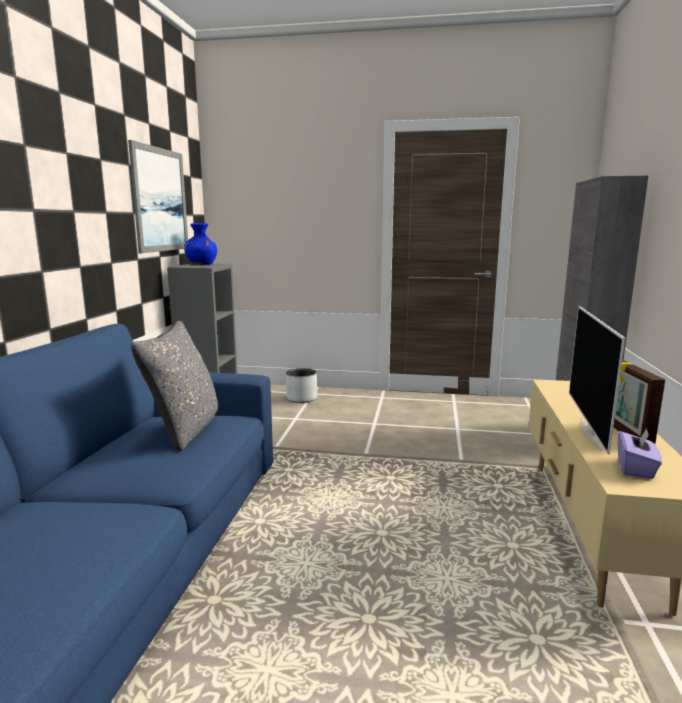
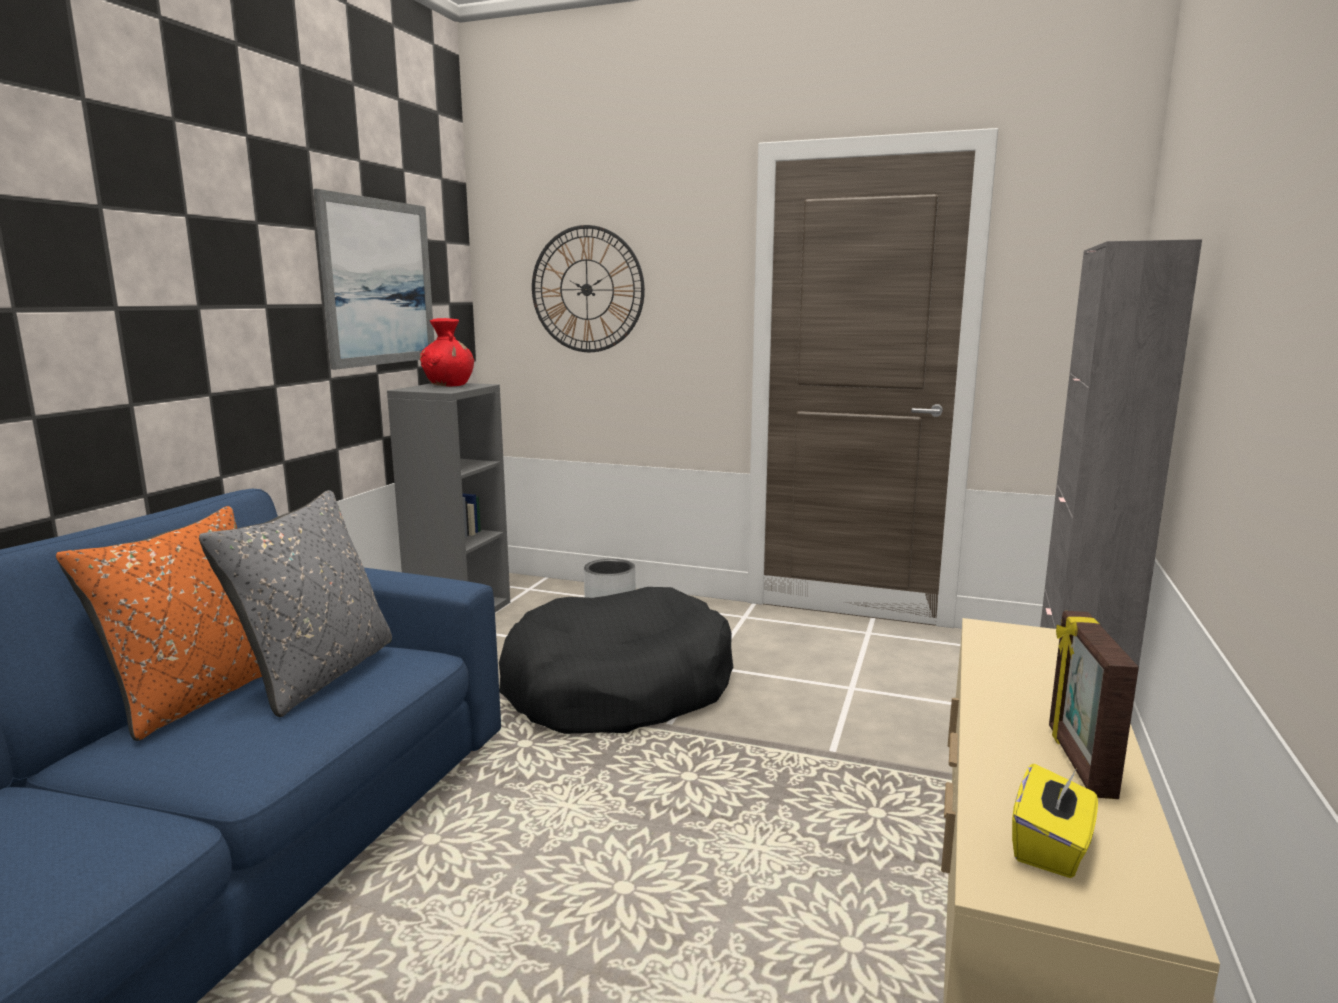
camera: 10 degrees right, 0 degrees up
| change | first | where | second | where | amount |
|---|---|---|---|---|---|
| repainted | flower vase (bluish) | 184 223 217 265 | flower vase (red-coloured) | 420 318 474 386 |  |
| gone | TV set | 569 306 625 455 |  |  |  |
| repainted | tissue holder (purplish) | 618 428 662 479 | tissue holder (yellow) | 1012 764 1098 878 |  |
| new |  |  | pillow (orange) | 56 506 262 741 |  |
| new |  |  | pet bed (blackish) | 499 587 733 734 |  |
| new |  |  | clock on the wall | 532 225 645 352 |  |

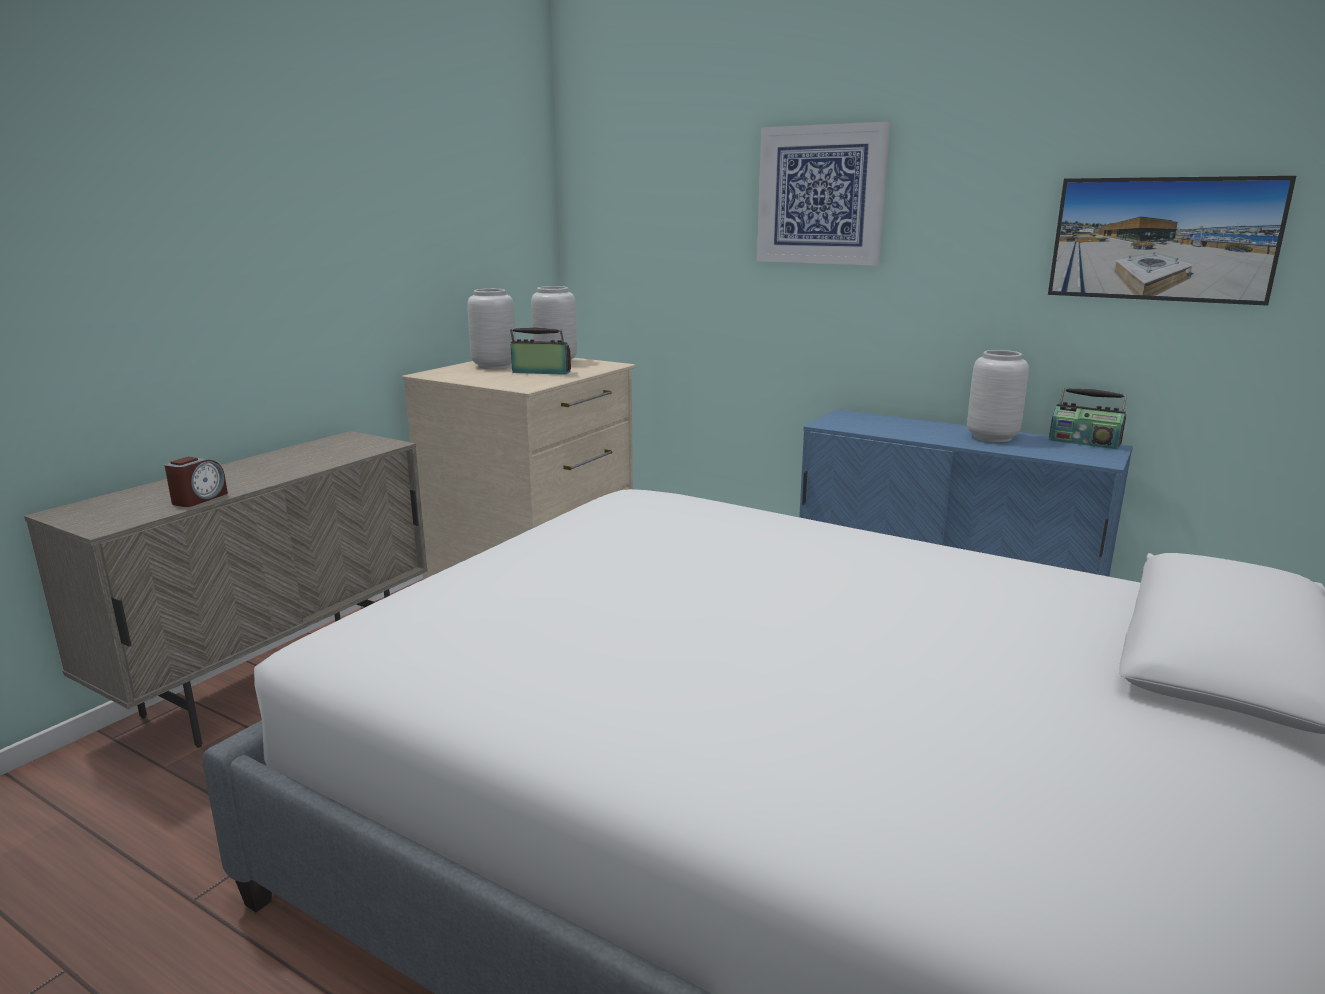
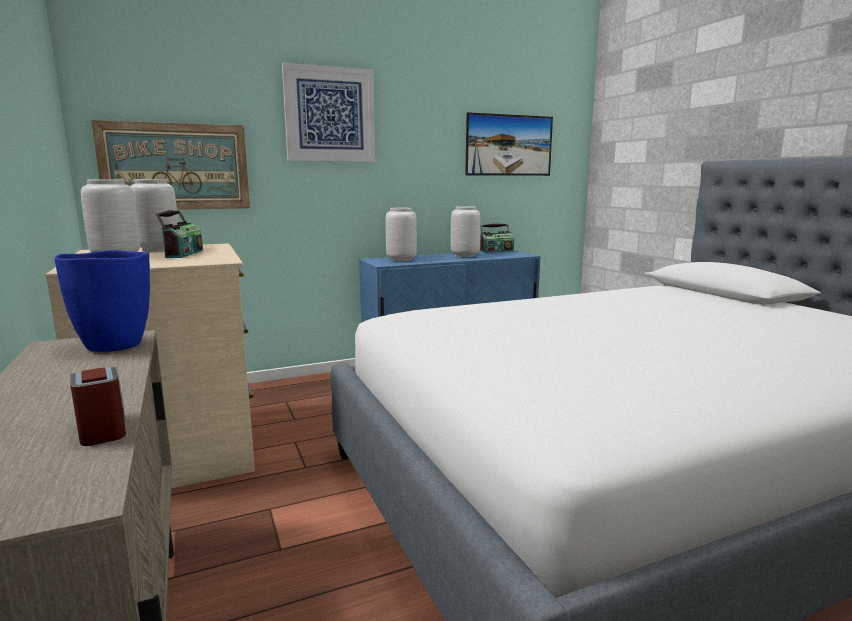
camera: 55 degrees left, 5 degrees down
| change | first | where | second | where | amount |
|---|---|---|---|---|---|
| rotated | radio receiver | 510 327 571 375 |  | 156 210 203 258 | 135 degrees clockwise |
| new |  |  | flower vase (bluish) | 54 250 150 352 |  |
| new |  |  | picture | 91 120 250 210 |  |
| new |  |  | flower vase (gray) | 385 208 417 261 |  |

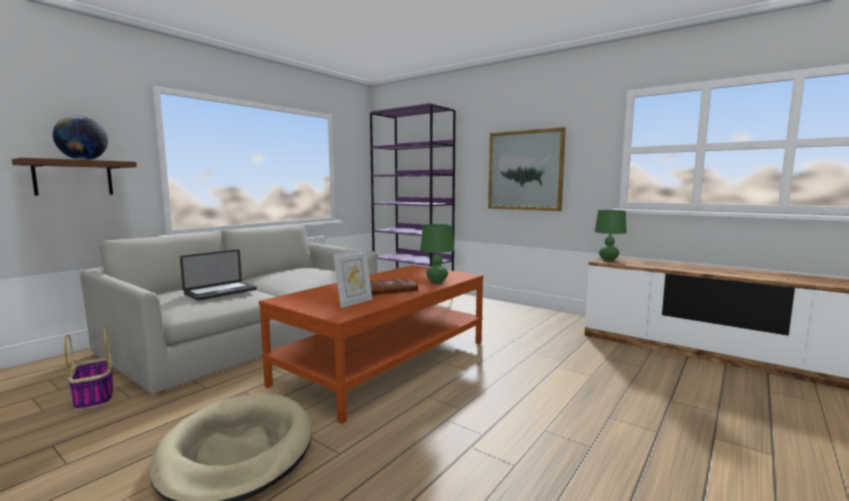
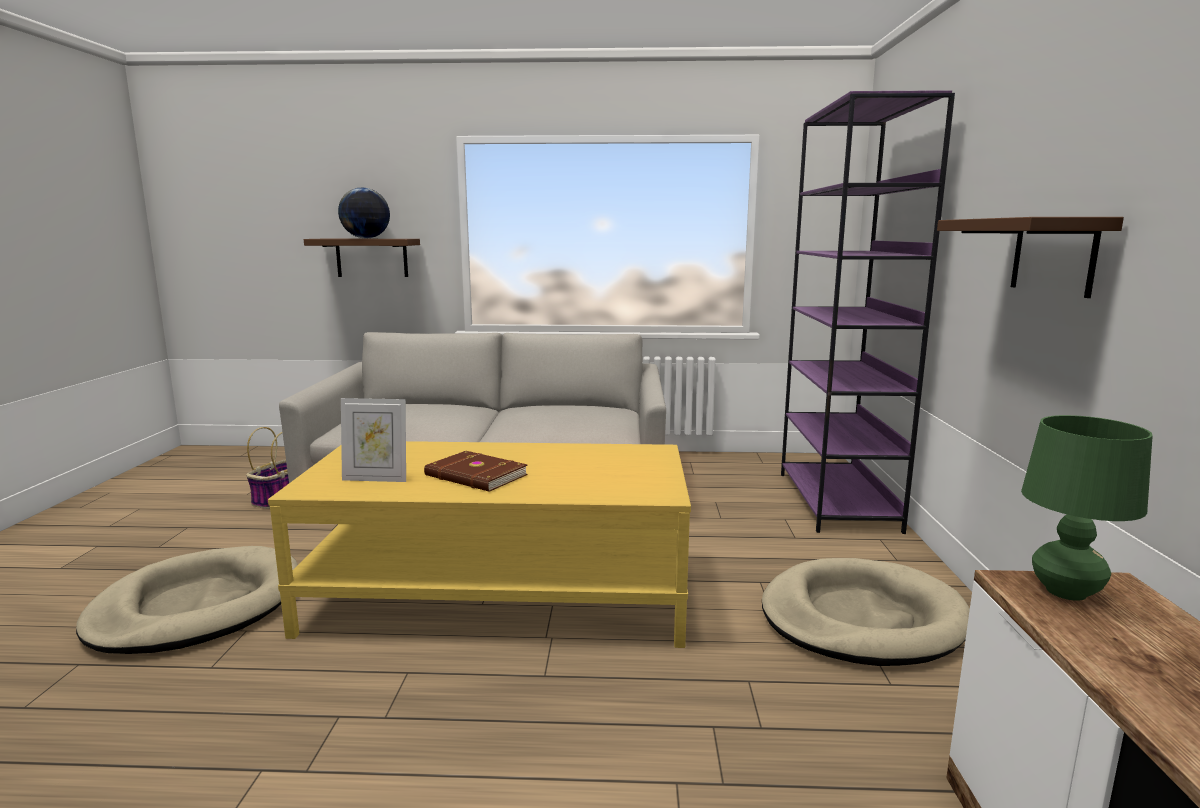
camera: 55 degrees right, 5 degrees up
| change | first | where | second | where | amount |
|---|---|---|---|---|---|
| gone | notebook computer | 180 249 257 301 |  |  |  |
| repainted | low table (brownish) | 259 265 483 424 | low table (yellow) | 268 441 691 648 |  |
| gone | tabletop lamp (greenish) | 421 224 454 283 |  |  |  |
| swapped | picture | 488 127 566 211 | wall shelf (brownish) | 937 217 1124 298 |  |
| new |  |  | pet bed (sand-coloured) | 762 558 970 666 |  |

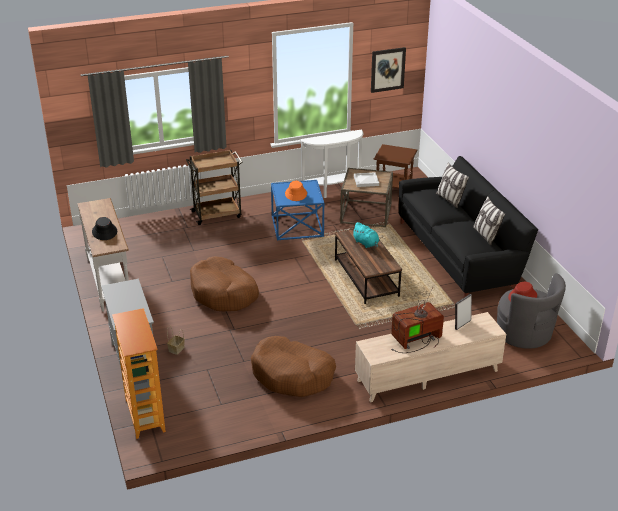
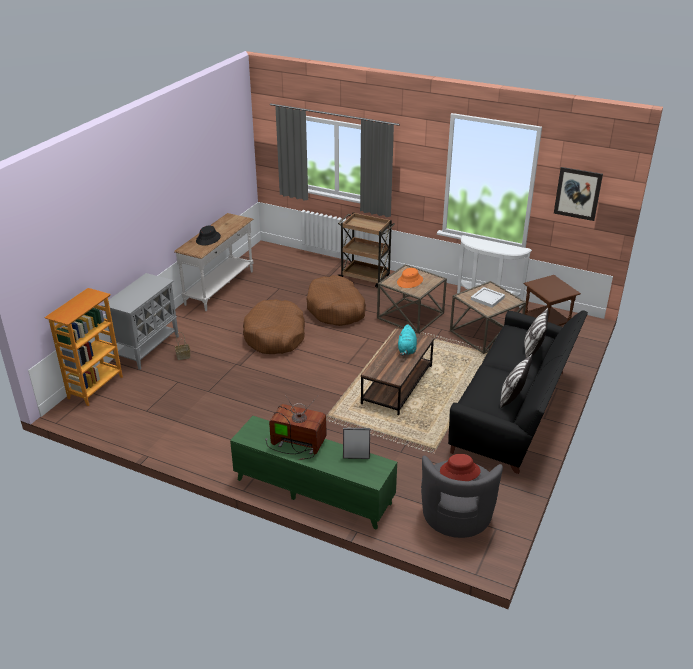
camera: 45 degrees right, 0 degrees up
| change | first | where | second | where | amount |
|---|---|---|---|---|---|
| shifted | pet bed (brownish) | 251 336 336 397 |  | 307 275 366 326 |  |
| repainted | end table (bluish) | 271 180 324 240 | end table (brownish) | 377 264 447 334 |  |
| repainted | tv stand (sand-coloured) | 355 312 506 403 | tv stand (greenish) | 230 416 397 530 |  |

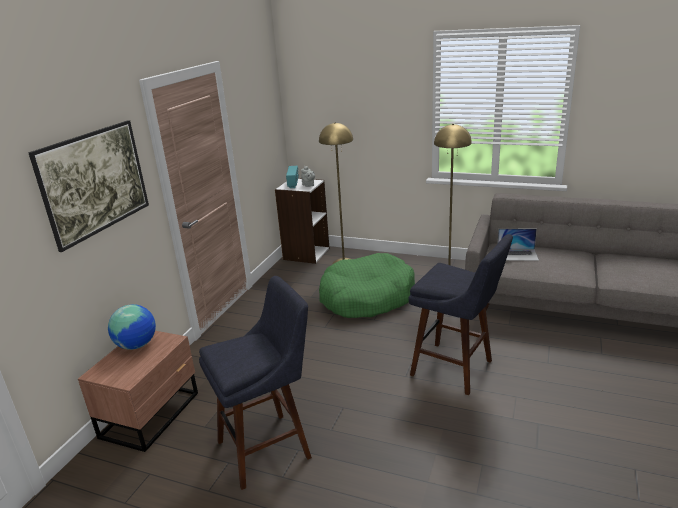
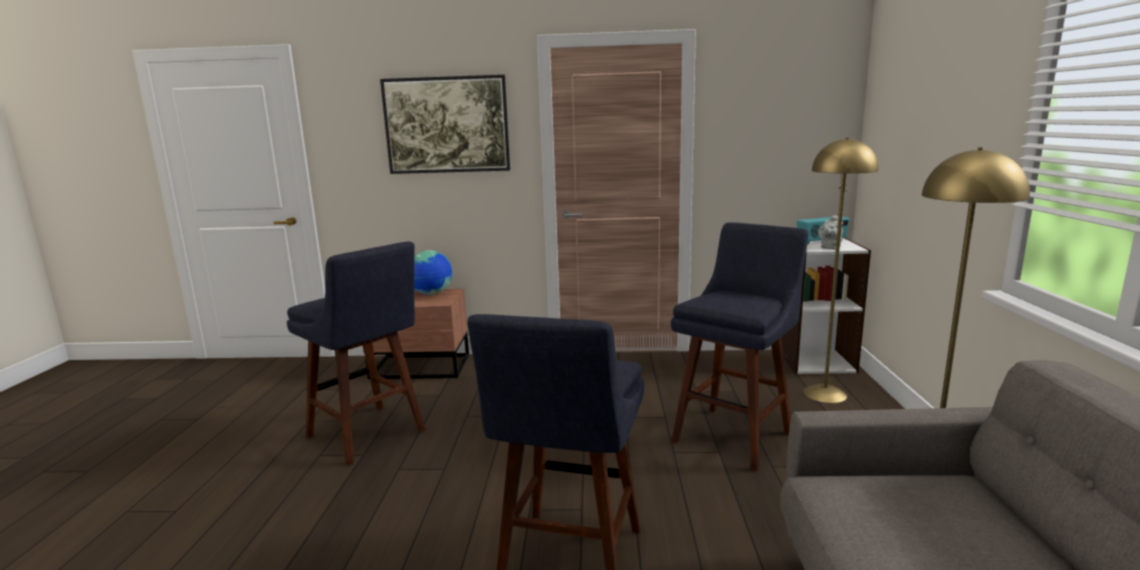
camera: 70 degrees right, 10 degrees down
| change | first | where | second | where | amount |
|---|---|---|---|---|---|
| swapped | pet bed (greenish) | 319 253 415 318 | sitting stool (bluish) | 671 222 808 471 |  |
| gone | notebook computer | 498 229 539 261 |  |  |  |

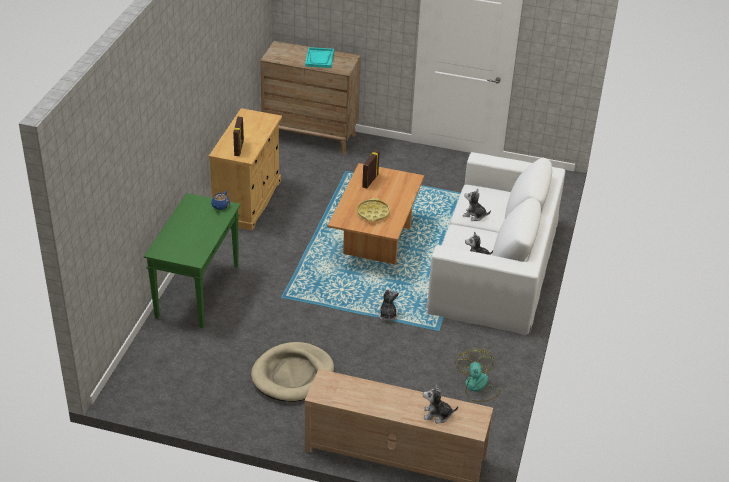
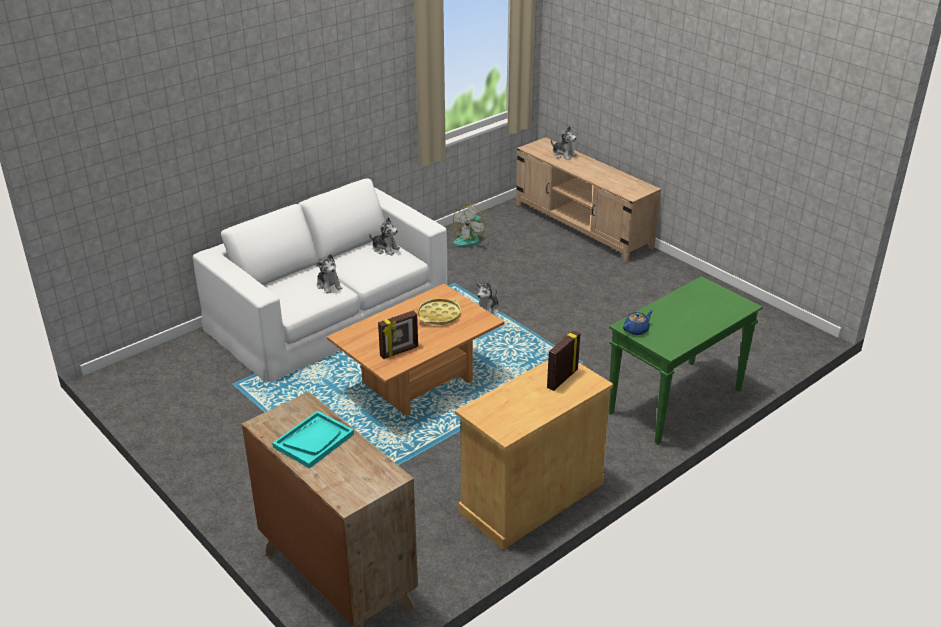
camera: 145 degrees left, 5 degrees down
| change | first | where | second | where | amount |
|---|---|---|---|---|---|
| gone | pet bed (sand-coloured) | 251 342 334 402 |  |  |  |

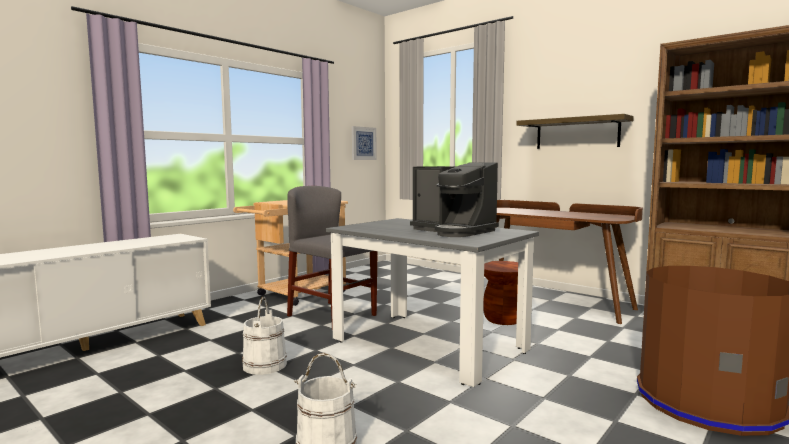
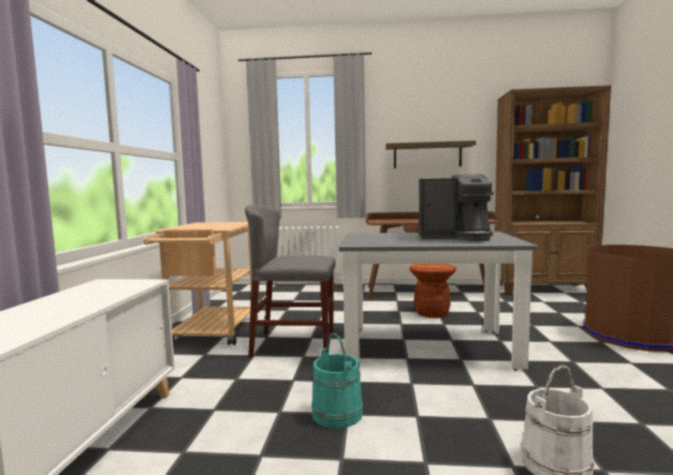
camera: 35 degrees left, 0 degrees up
| change | first | where | second | where | amount |
|---|---|---|---|---|---|
| repainted | bucket (whitish) | 242 297 287 375 | bucket (turquoise-coloured) | 311 333 363 429 |  |
| gone | picture | 352 126 377 160 |  |  |  |

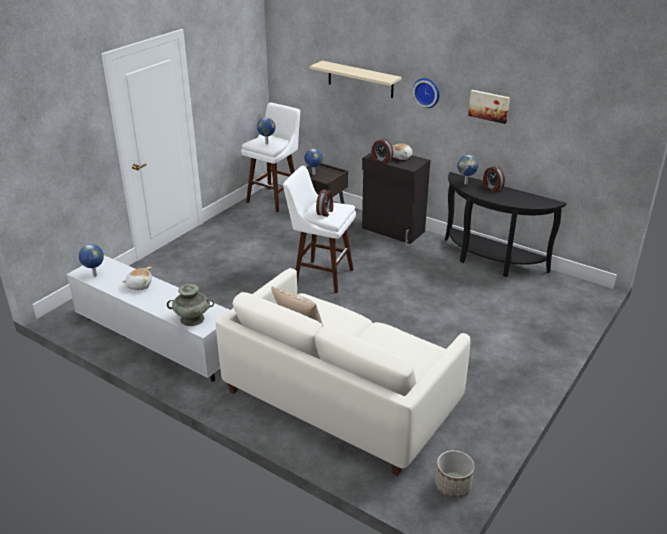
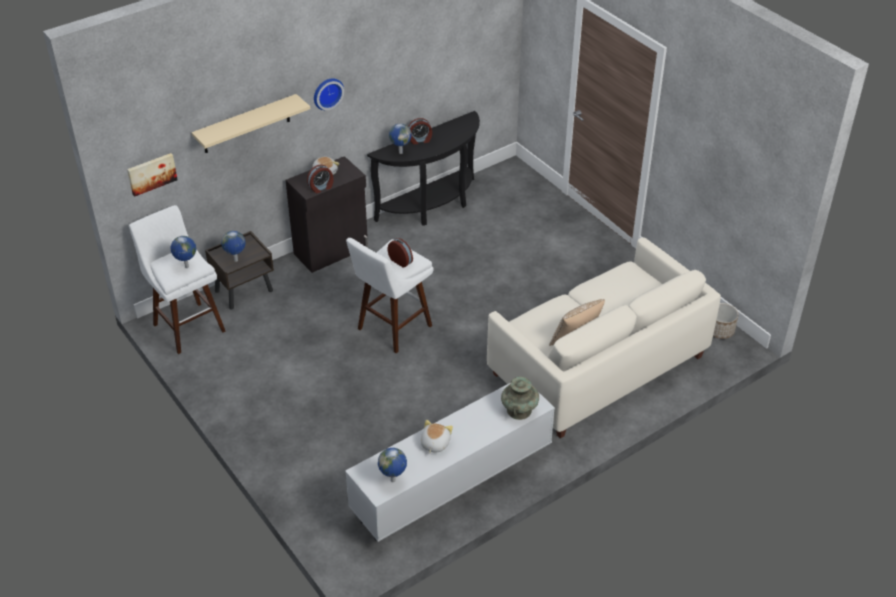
camera: 70 degrees left, 10 degrees up
| change | first | where | second | where | amount |
|---|---|---|---|---|---|
| shifted | picture | 468 90 510 124 |  | 127 153 178 197 |  |

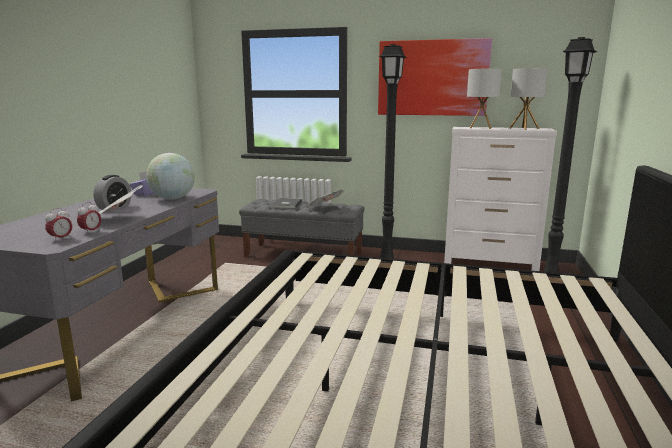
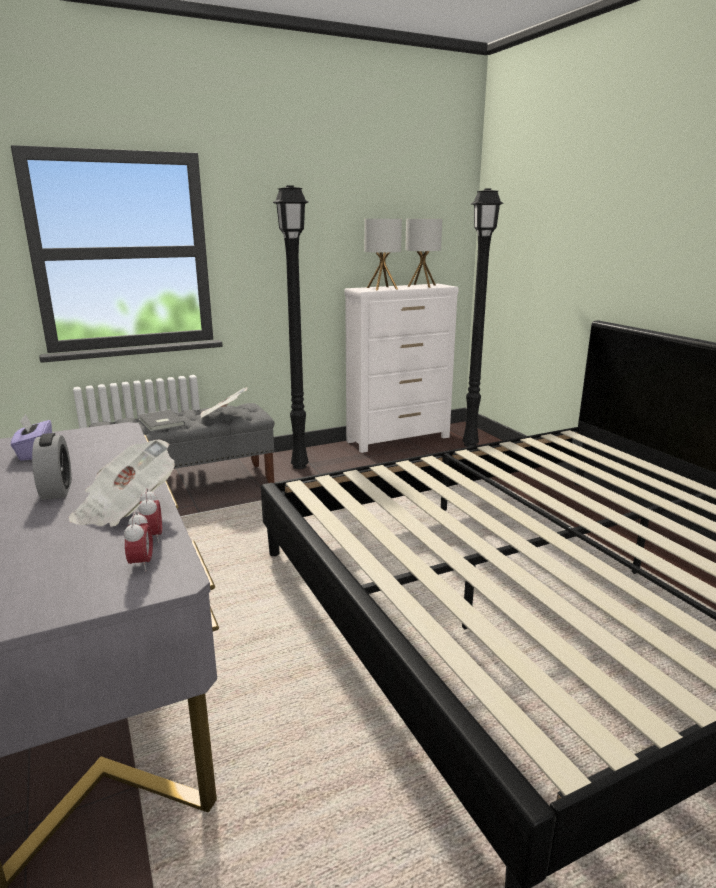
camera: 40 degrees left, 5 degrees up
| change | first | where | second | where | amount |
|---|---|---|---|---|---|
| gone | world globe | 146 153 195 200 |  |  |  |
| gone | picture | 378 38 492 116 |  |  |  |

